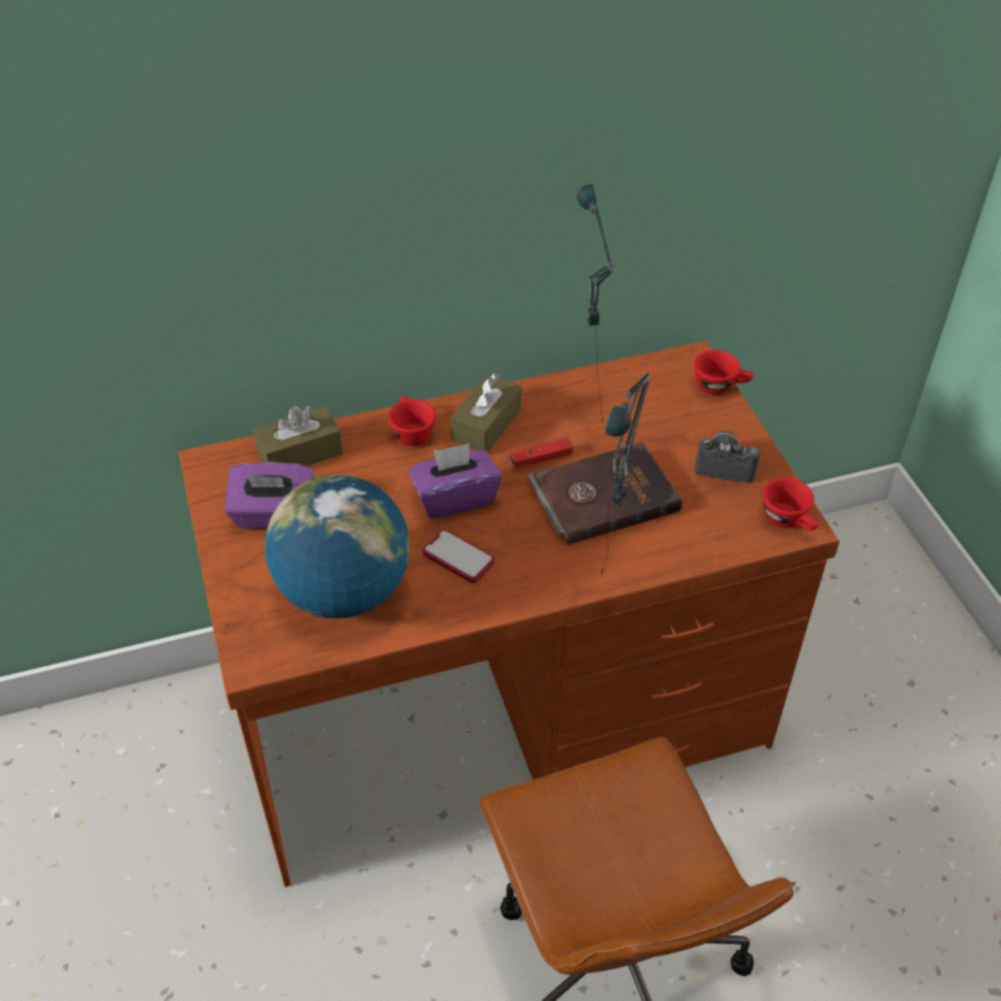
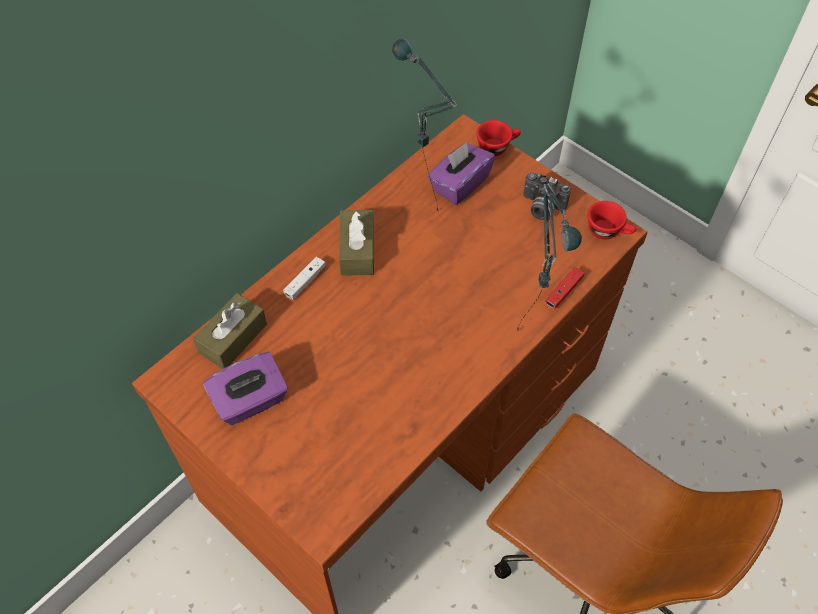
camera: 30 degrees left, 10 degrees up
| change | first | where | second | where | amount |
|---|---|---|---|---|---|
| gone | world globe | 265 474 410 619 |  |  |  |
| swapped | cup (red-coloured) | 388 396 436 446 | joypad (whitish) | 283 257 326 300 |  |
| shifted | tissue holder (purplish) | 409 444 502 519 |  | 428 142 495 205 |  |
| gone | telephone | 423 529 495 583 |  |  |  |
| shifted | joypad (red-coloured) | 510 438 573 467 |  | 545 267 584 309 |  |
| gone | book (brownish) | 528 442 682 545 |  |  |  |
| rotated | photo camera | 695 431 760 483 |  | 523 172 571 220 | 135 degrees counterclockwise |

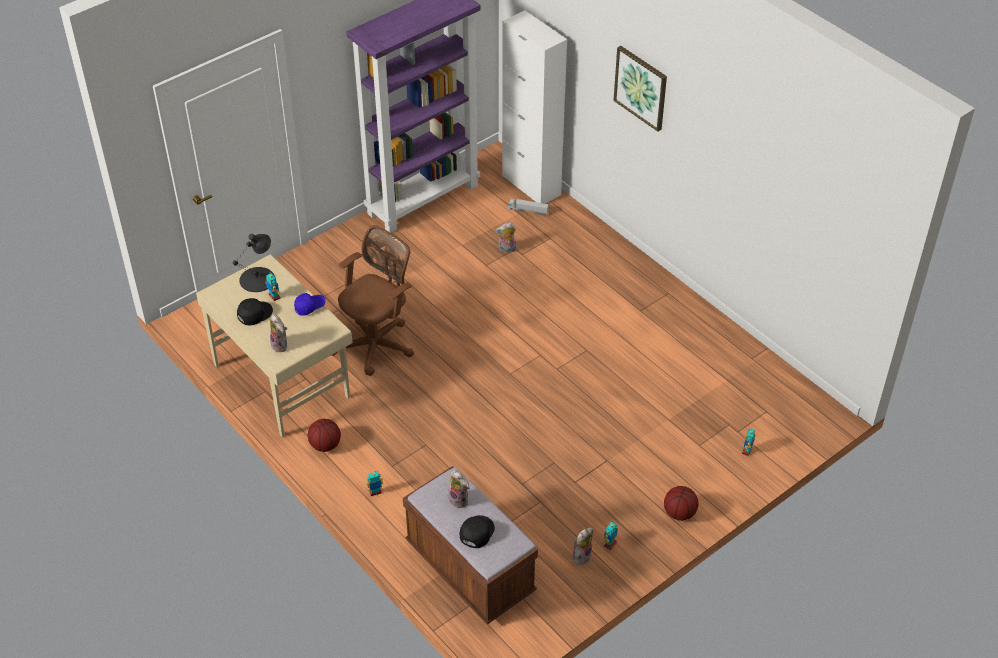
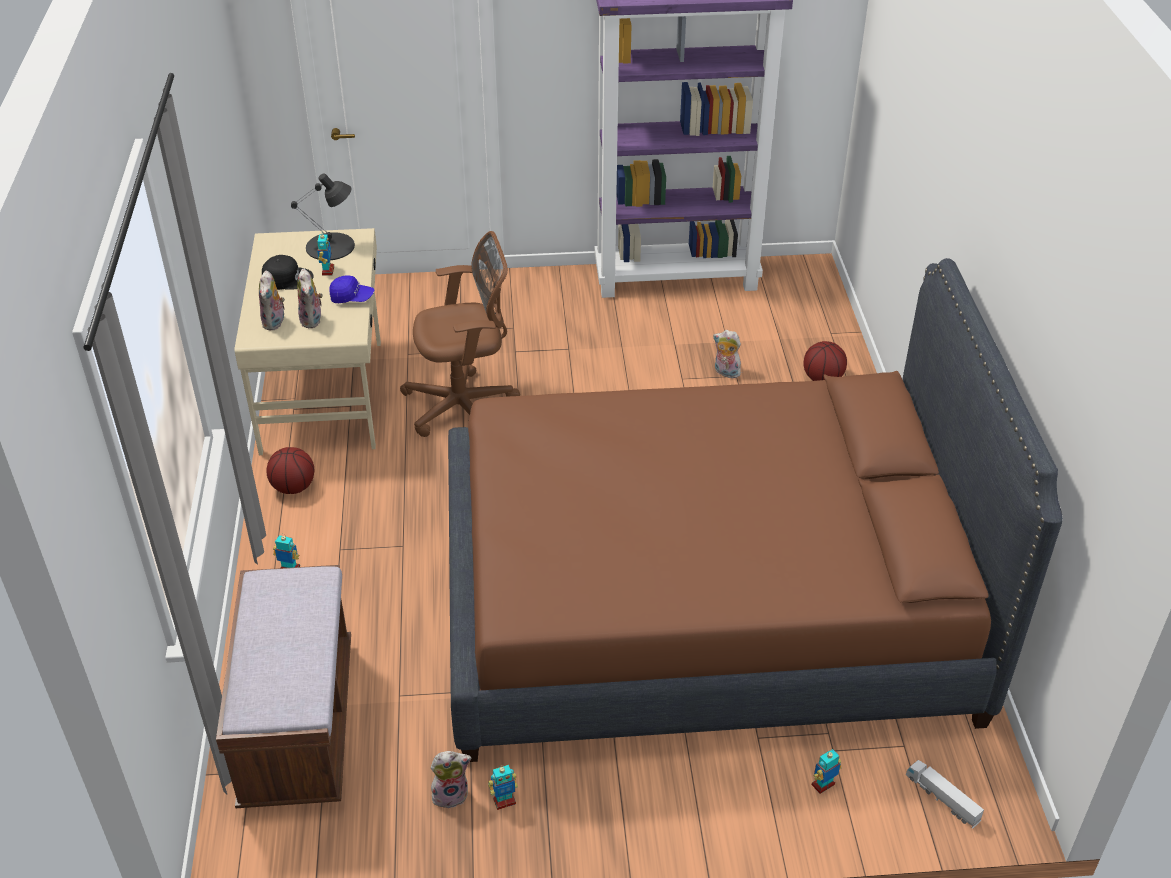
camera: 35 degrees right, 5 degrees down
| change | first | where | second | where | amount |
|---|---|---|---|---|---|
| shifted | soft toy | 448 470 470 508 |  | 297 268 323 328 |  |
| gone | cap (blackish) | 460 515 495 548 |  |  |  |
| gone | cabinet (whitish) | 502 10 567 204 |  |  |  |
| shifted | toy truck | 508 199 549 215 |  | 906 760 984 829 |  |
| gone | picture | 614 46 667 132 |  |  |  |
| shifted | basketball | 664 486 699 521 |  | 803 341 847 381 |  |
| new |  |  | sleeping bed (brownish) | 448 258 1063 762 |  |

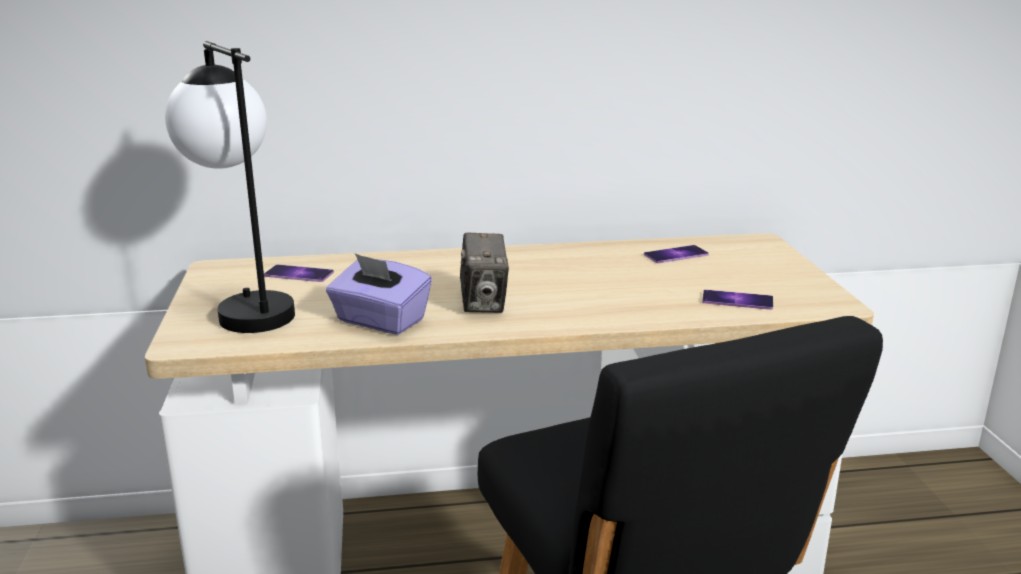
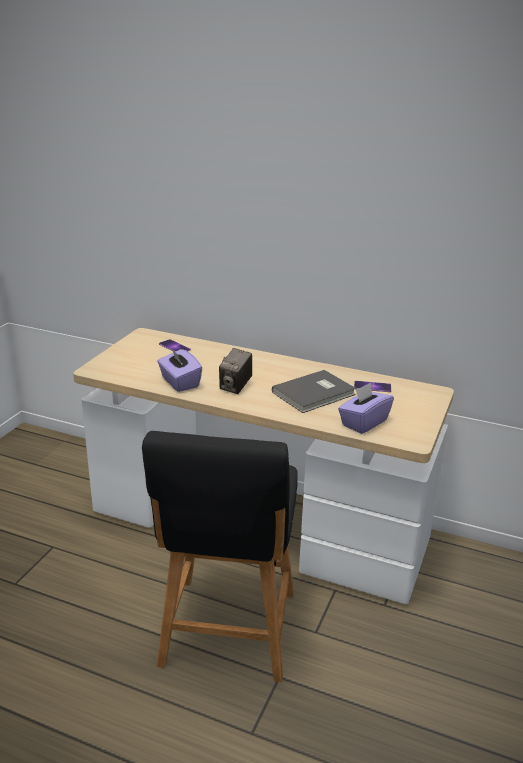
camera: 30 degrees right, 5 degrees up
| change | first | where | second | where | amount |
|---|---|---|---|---|---|
| gone | tabletop lamp | 165 41 295 333 |  |  |  |
| swapped | telephone | 702 290 773 310 | tissue holder (purplish) | 338 383 394 434 |  |
| new |  |  | book (gray) | 272 370 356 413 |  |

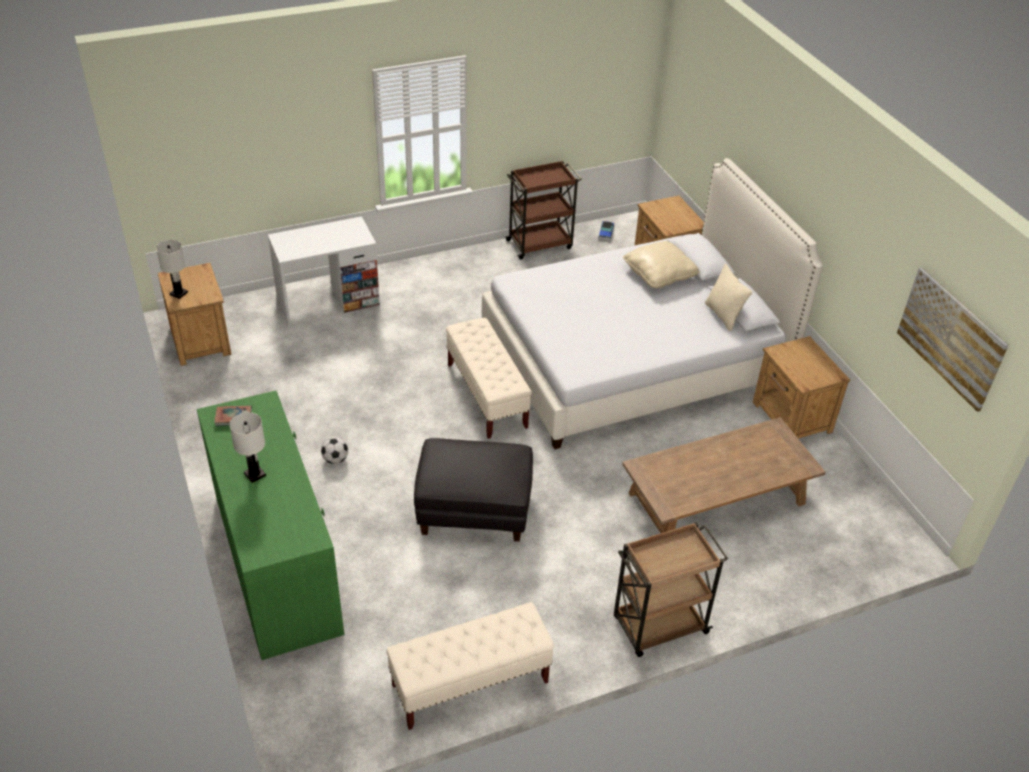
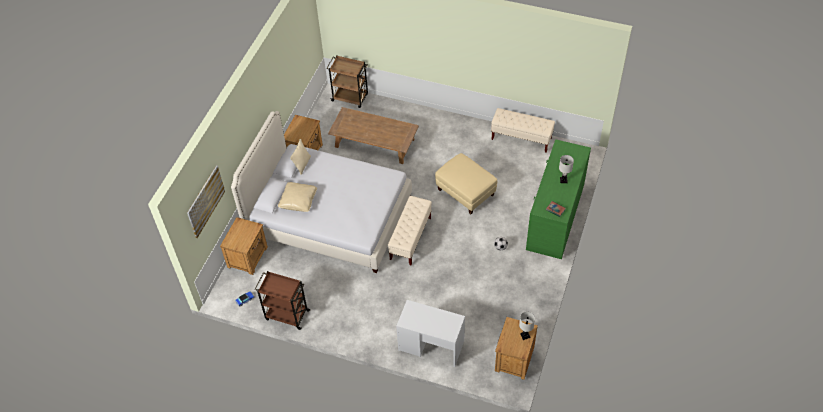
camera: 135 degrees left, 10 degrees up
| change | first | where | second | where | amount |
|---|---|---|---|---|---|
| repainted | pouffe (blackish) | 414 438 533 542 | pouffe (sand-coloured) | 435 153 497 214 |  |
| shifted | wheeled cart (brownish) | 614 522 728 657 |  | 327 55 368 108 |  |
| shifted | picture | 897 267 1009 412 |  | 187 165 225 238 |  |

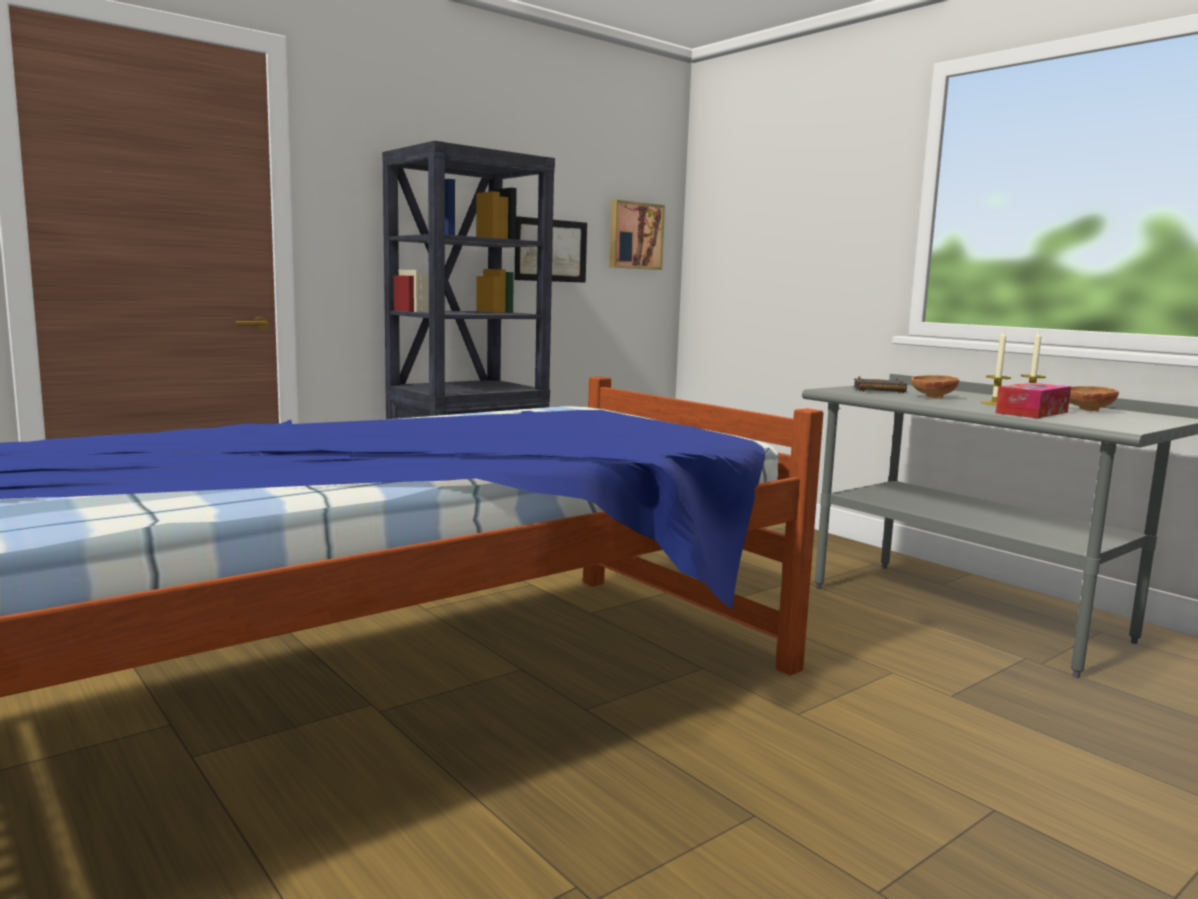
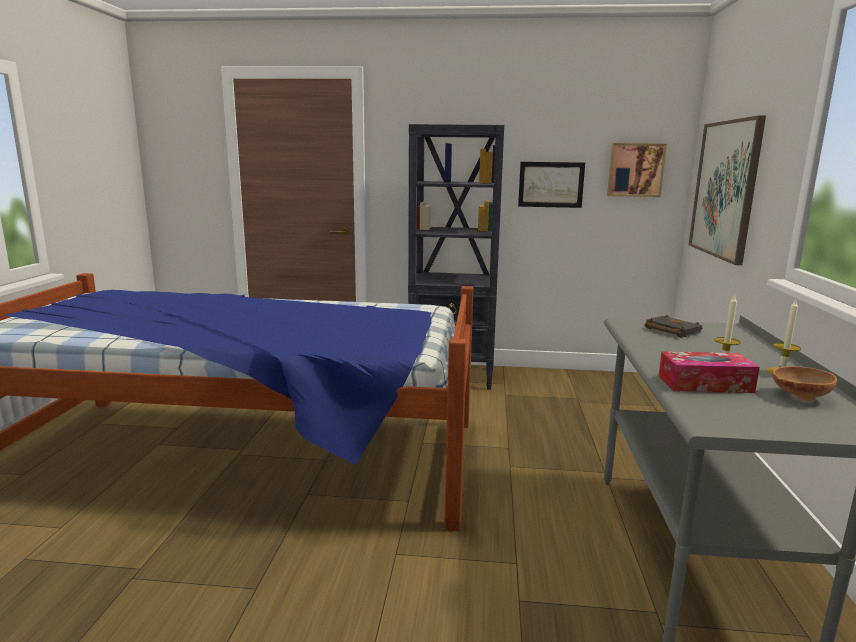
camera: 45 degrees right, 5 degrees up
| change | first | where | second | where | amount |
|---|---|---|---|---|---|
| gone | bowl (brownish) | 911 375 959 398 |  |  |  |
| new |  |  | picture | 689 115 766 265 |  |

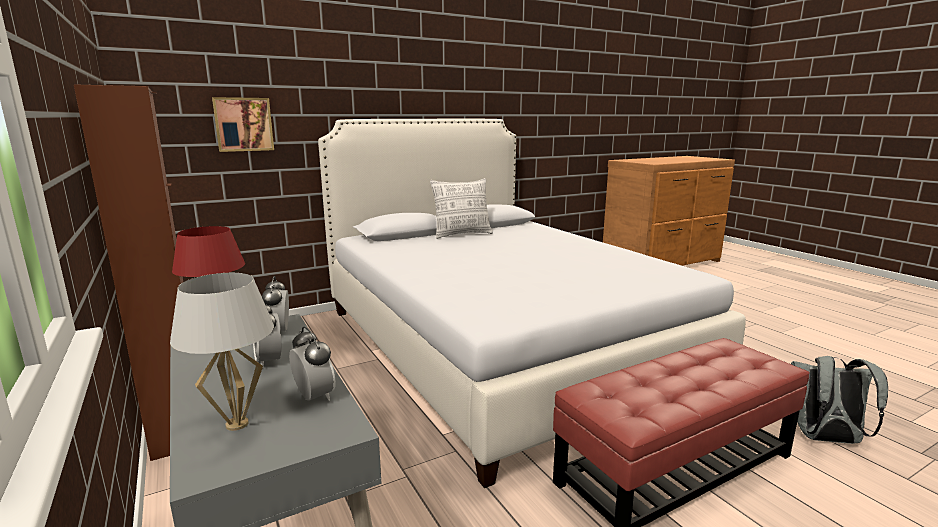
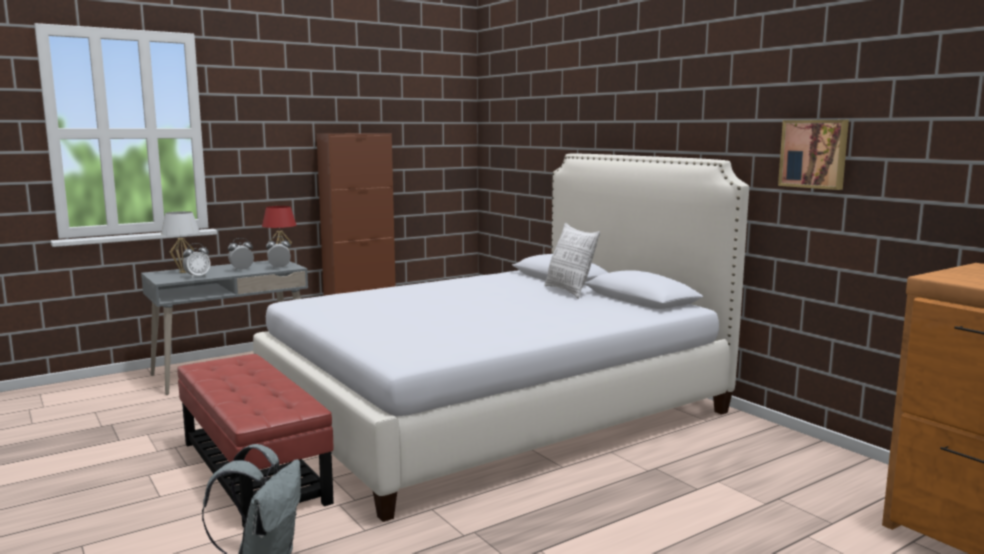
camera: 85 degrees right, 5 degrees down
| change | first | where | second | where | amount |
|---|---|---|---|---|---|
| shifted | picture | 212 97 274 152 |  | 778 120 849 190 |  |

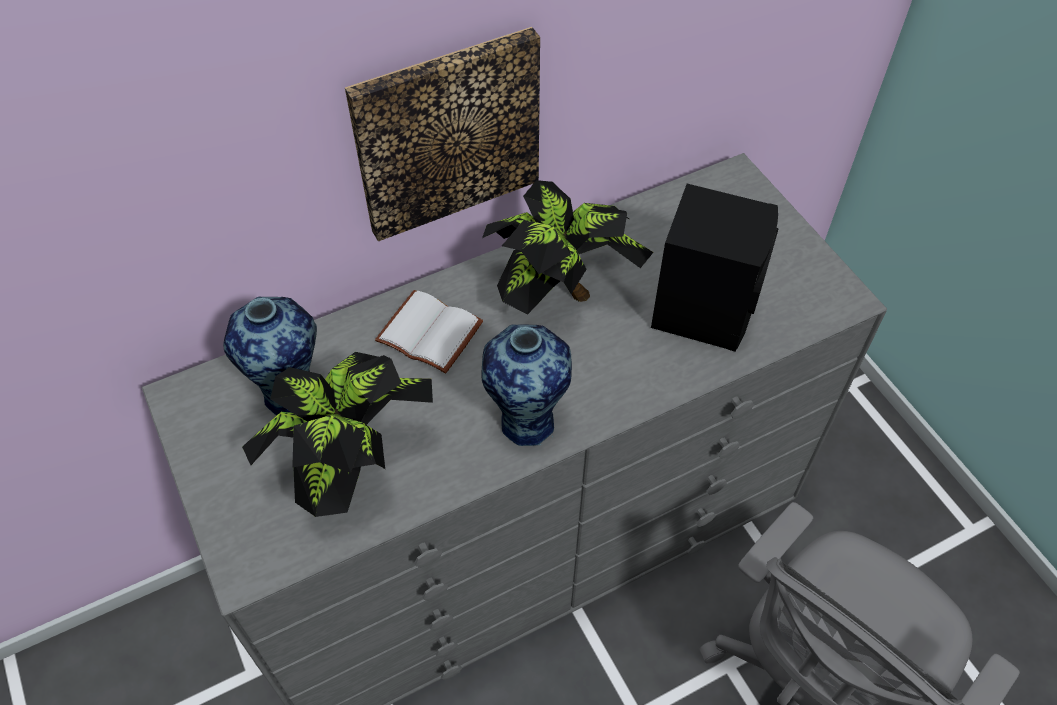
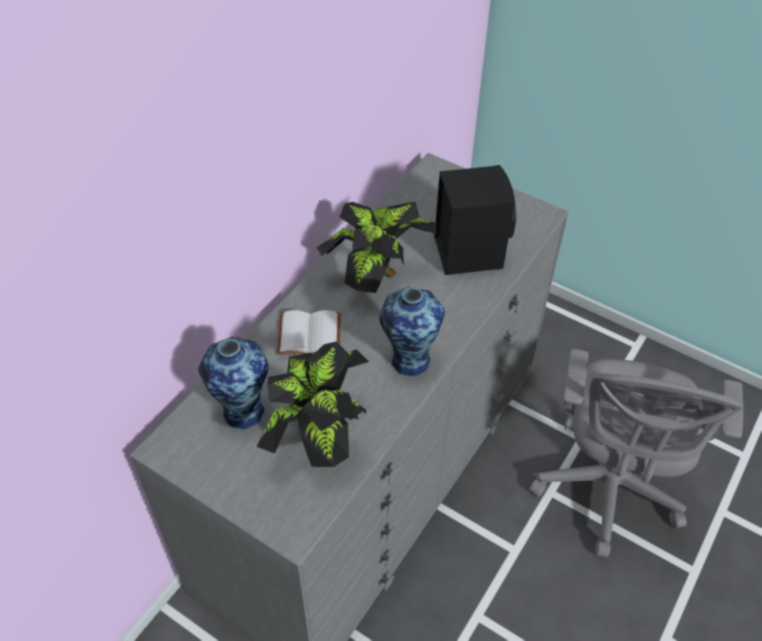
camera: 30 degrees left, 5 degrees down
| change | first | where | second | where | amount |
|---|---|---|---|---|---|
| gone | picture | 345 27 540 241 |  |  |  |

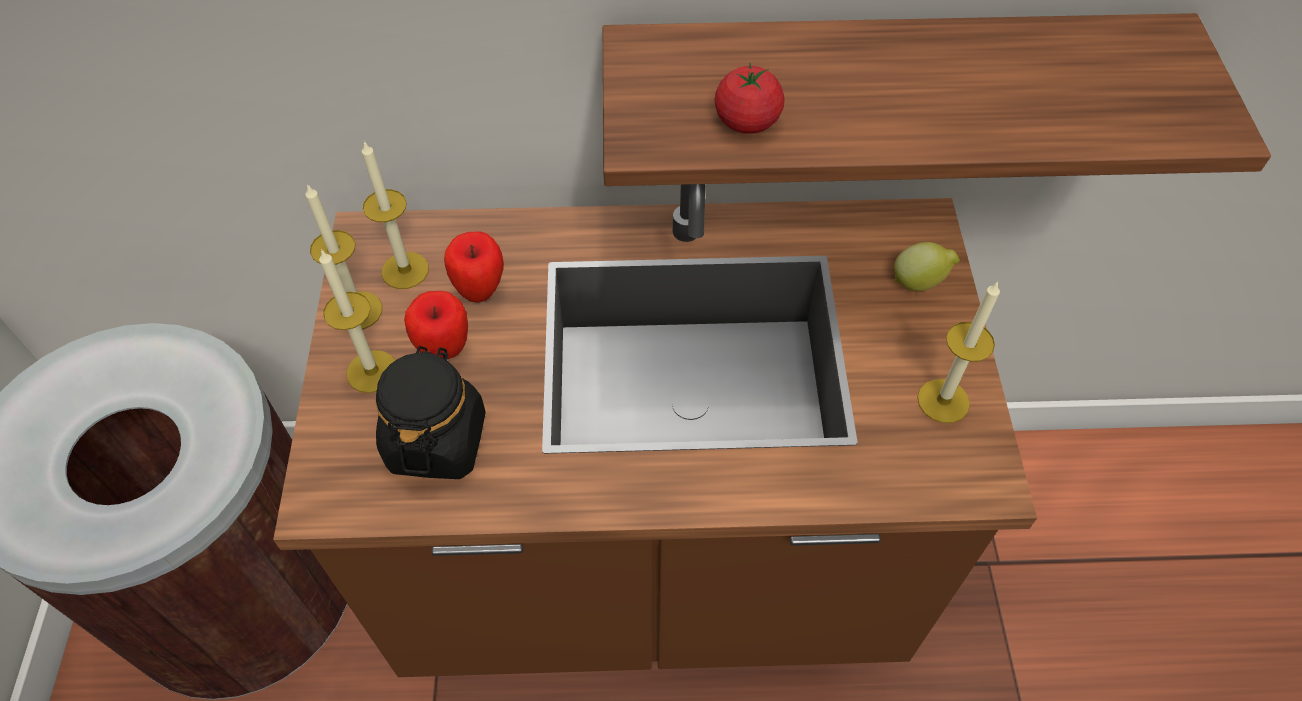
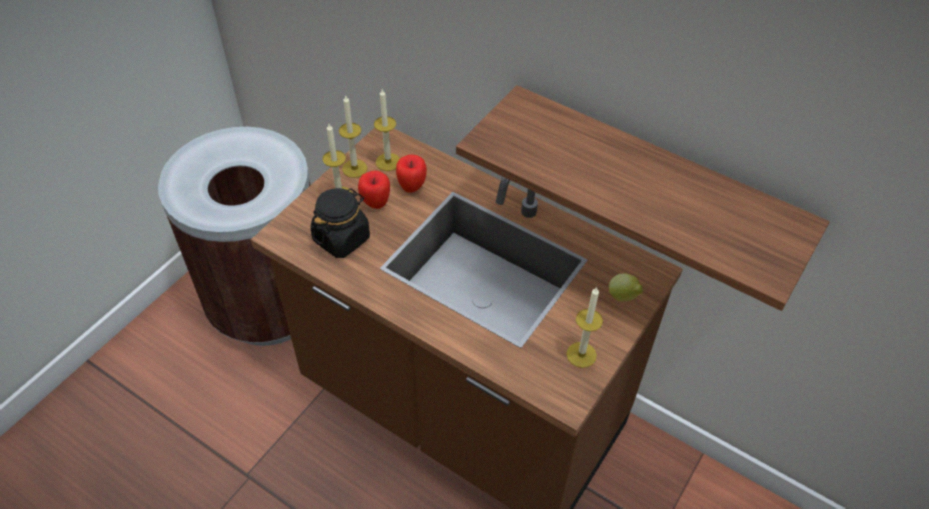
camera: 35 degrees right, 5 degrees down
| change | first | where | second | where | amount |
|---|---|---|---|---|---|
| gone | fresh tomato | 714 63 785 134 |  |  |  |

